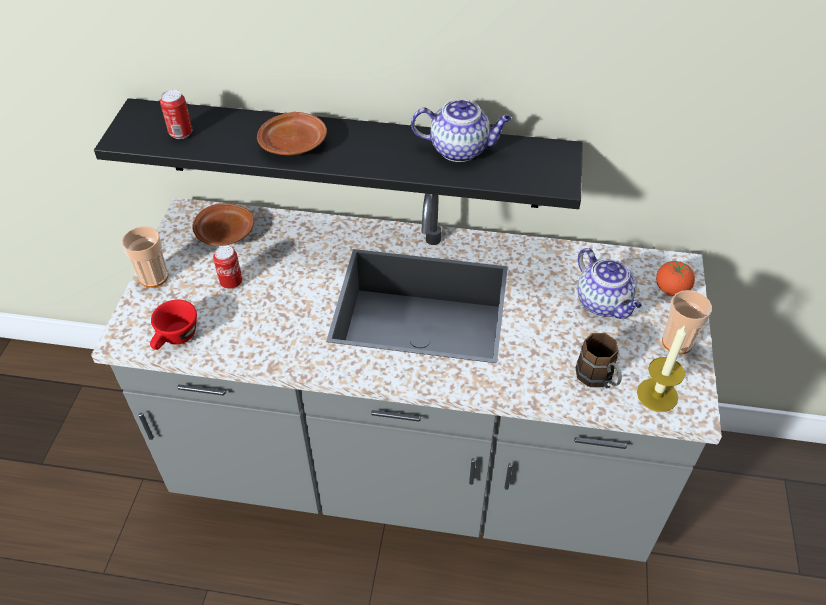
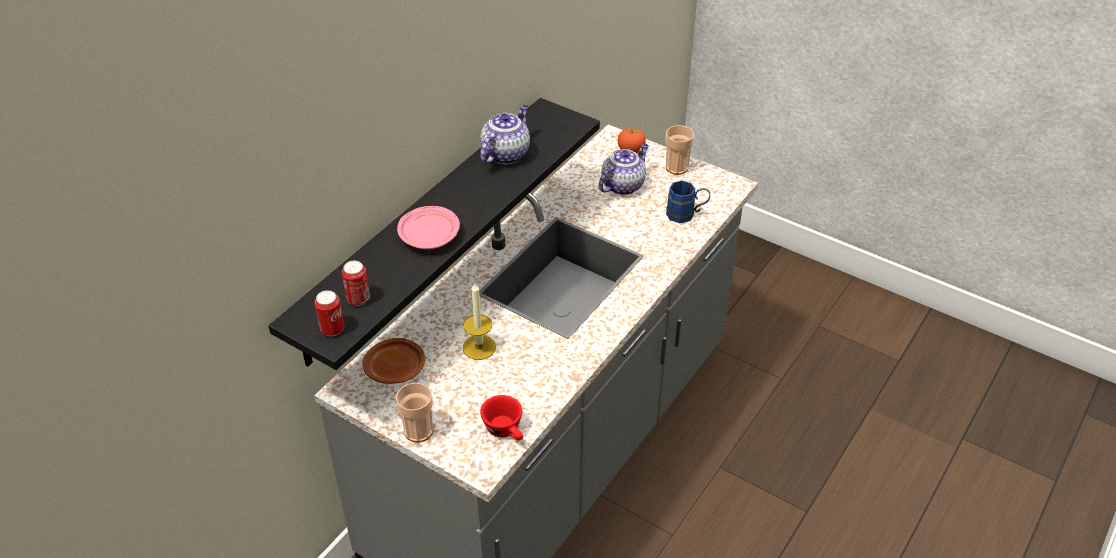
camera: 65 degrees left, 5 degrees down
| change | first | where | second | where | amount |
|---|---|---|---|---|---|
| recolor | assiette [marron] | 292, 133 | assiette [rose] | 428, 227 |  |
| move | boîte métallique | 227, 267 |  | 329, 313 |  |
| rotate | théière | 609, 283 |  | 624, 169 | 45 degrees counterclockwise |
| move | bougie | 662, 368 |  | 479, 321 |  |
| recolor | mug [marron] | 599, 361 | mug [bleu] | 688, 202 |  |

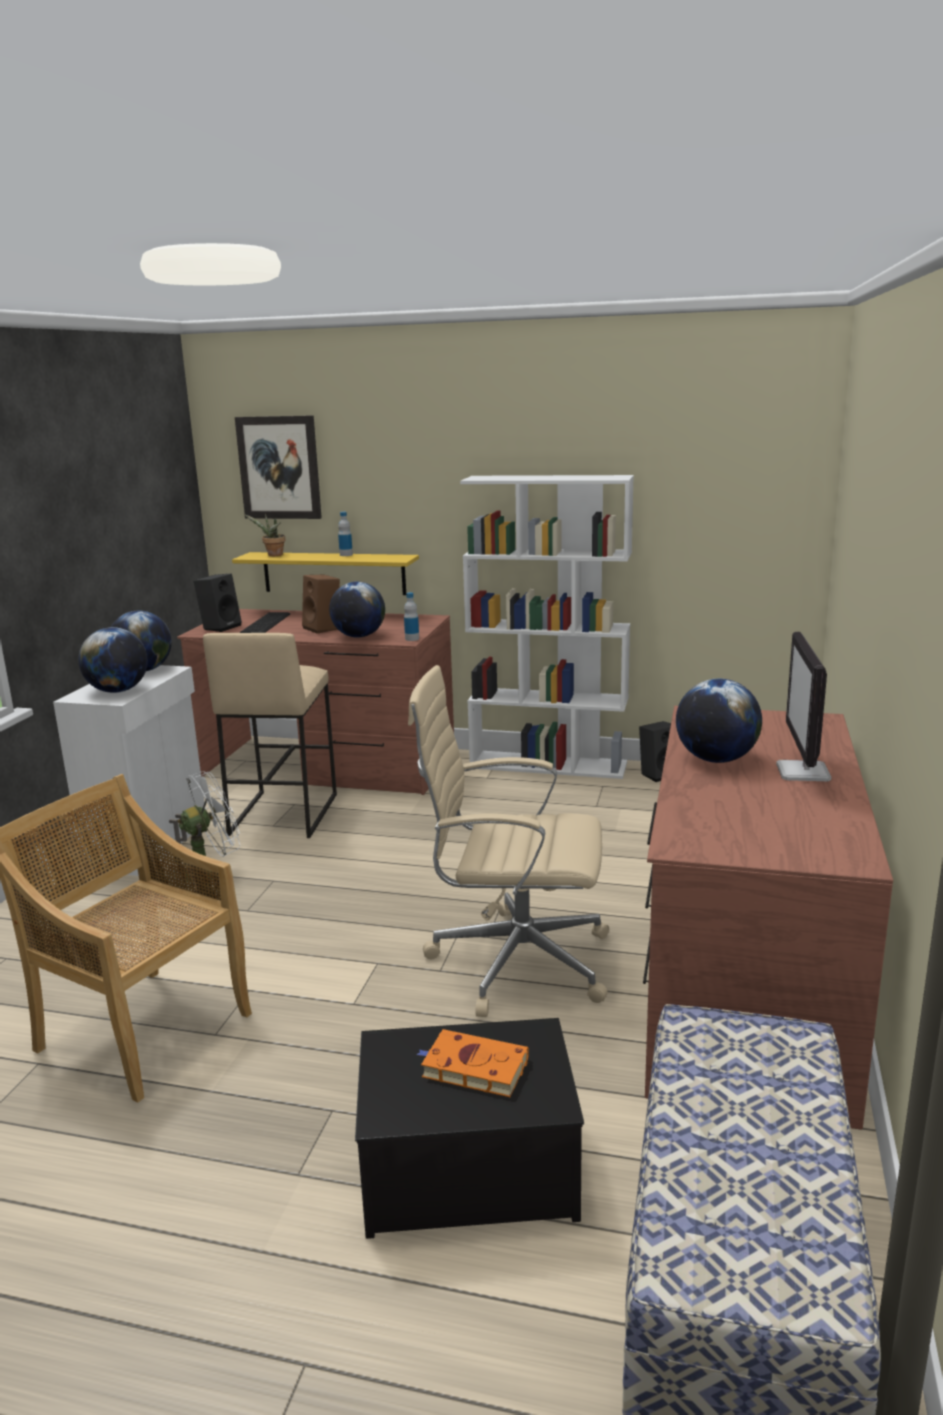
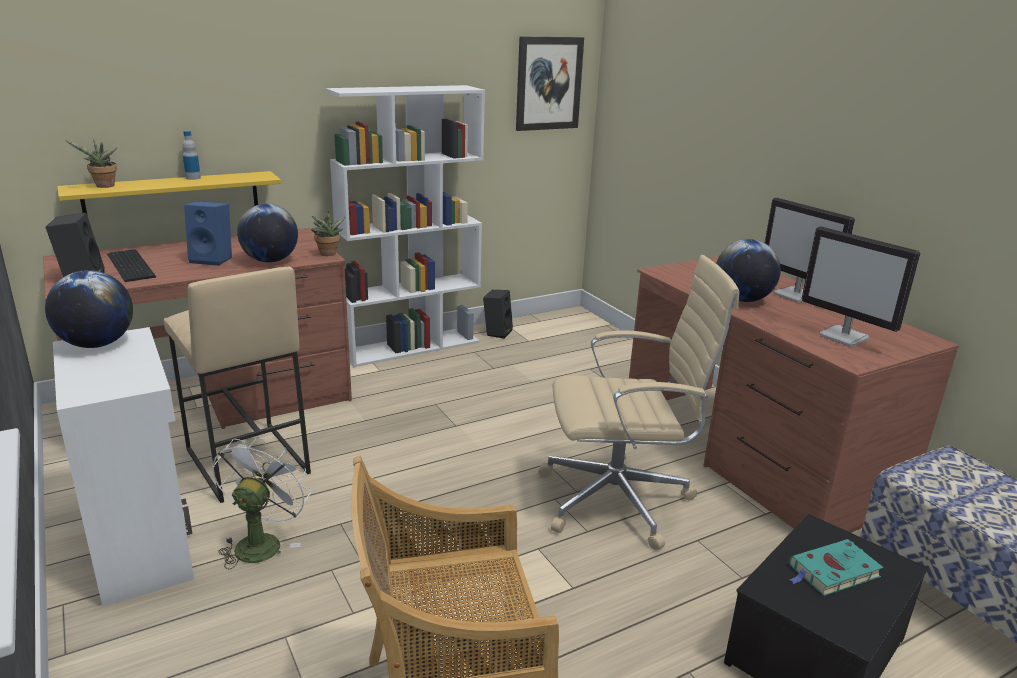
camera: 45 degrees left, 5 degrees up
| change | first | where | second | where | amount |
|---|---|---|---|---|---|
| move | tableau | 278, 467 |  | 550, 84 |  |
| recolor | enceinte [marron] | 321, 604 | enceinte [bleu] | 208, 233 |  |
| replace | bouteille | 411, 616 | plante en pot | 328, 233 |  |
| delete | globe | 113, 660 |  |  |  |
| rotate | chaise de bureau [beige] | 508, 841 |  | 639, 402 | 150 degrees counterclockwise |
| recolor | livre [orange] | 472, 1063 | livre [turquoise] | 836, 567 |  |
| insert |  |  | écran d'ordinateur | 861, 286 |  |

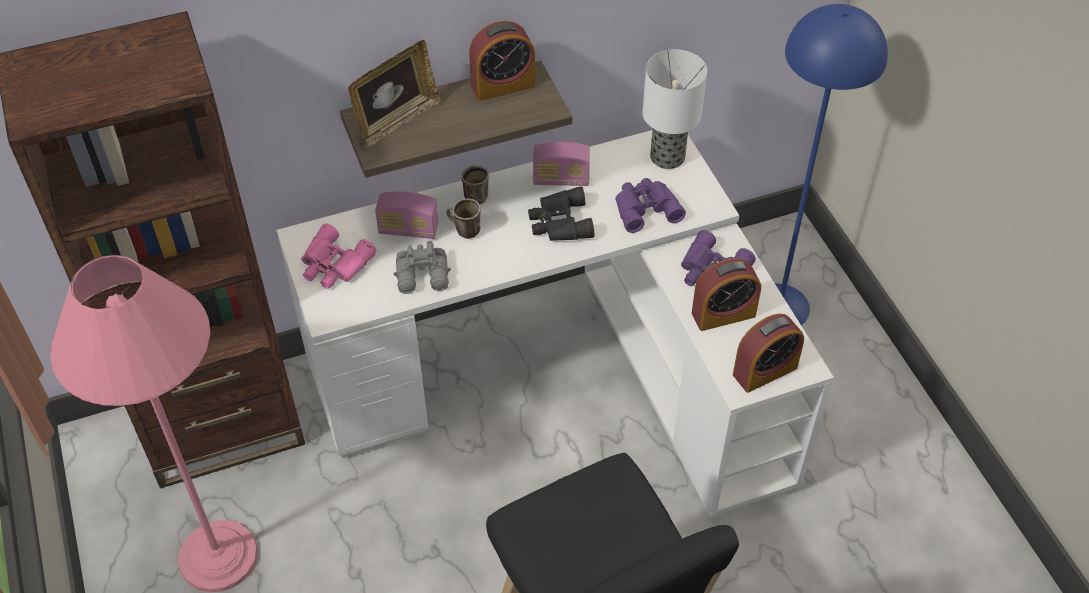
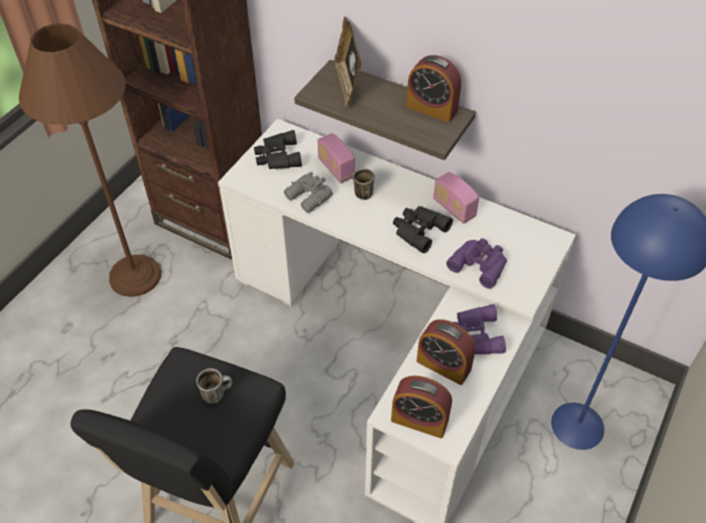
camera: 50 degrees right, 0 degrees up
| change | first | where | second | where | amount |
|---|---|---|---|---|---|
| rotate | cadre photo | 394, 94 |  | 348, 62 | 75 degrees clockwise |
| delete | lampe de table | 675, 109 |  |  |  |
| move | mug | 475, 184 |  | 214, 386 |  |
| recolor | jumelles [rose] | 339, 256 | jumelles [noir] | 278, 149 |  |
| recolor | lampadaire [rose] | 154, 423 | lampadaire [marron] | 90, 160 |  |

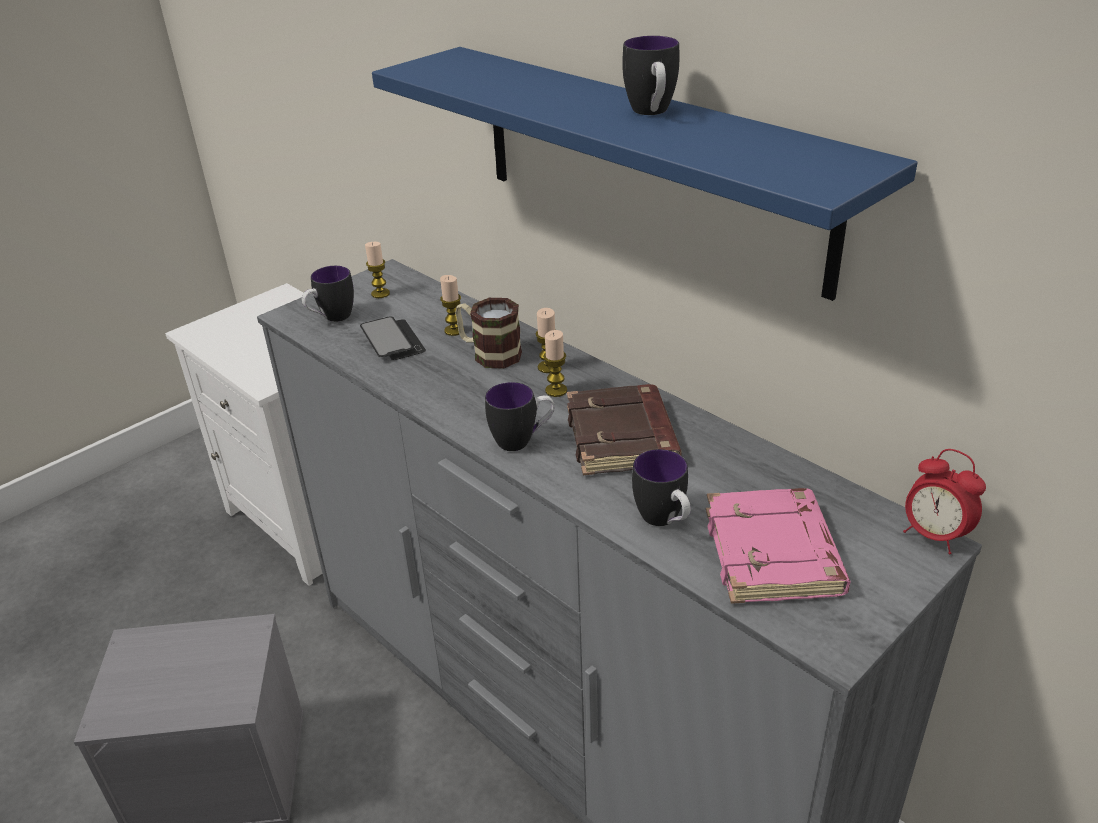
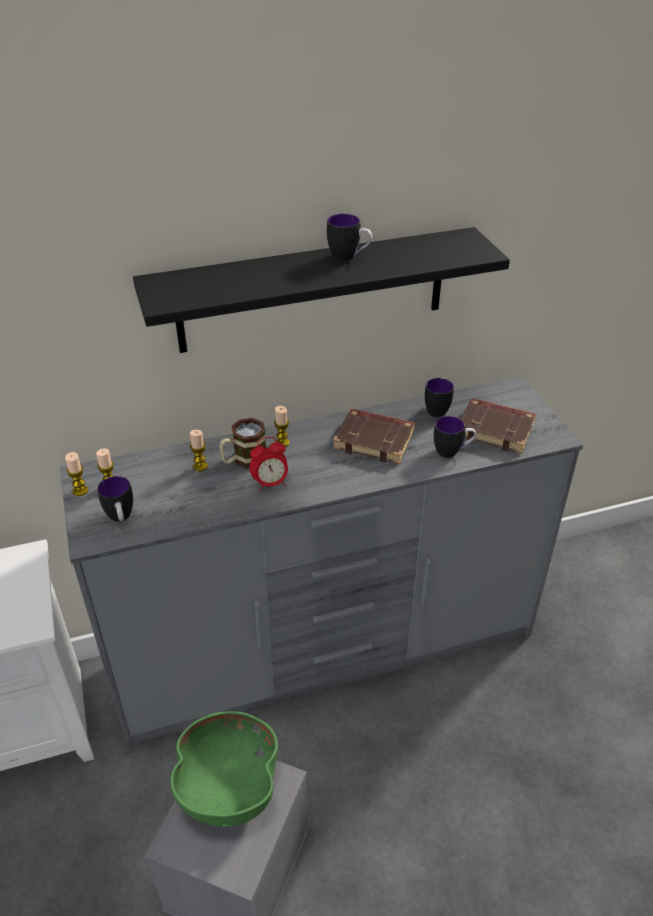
camera: 65 degrees left, 5 degrees up
| change | first | where | second | where | amount |
|---|---|---|---|---|---|
| recolor | étagère [bleu] | 644, 174 | étagère [noir] | 321, 290 |  |
| delete | téléphone | 393, 338 |  |  |  |
| move | bougie | 555, 363 |  | 76, 474 |  |
| move | mug | 520, 416 |  | 439, 398 |  |
| move | réveil | 944, 501 |  | 268, 464 |  |
| recolor | livre [rose] | 778, 546 | livre [marron] | 498, 426 |  |
| insert |  |  | bol [vert] | 224, 769 |  |

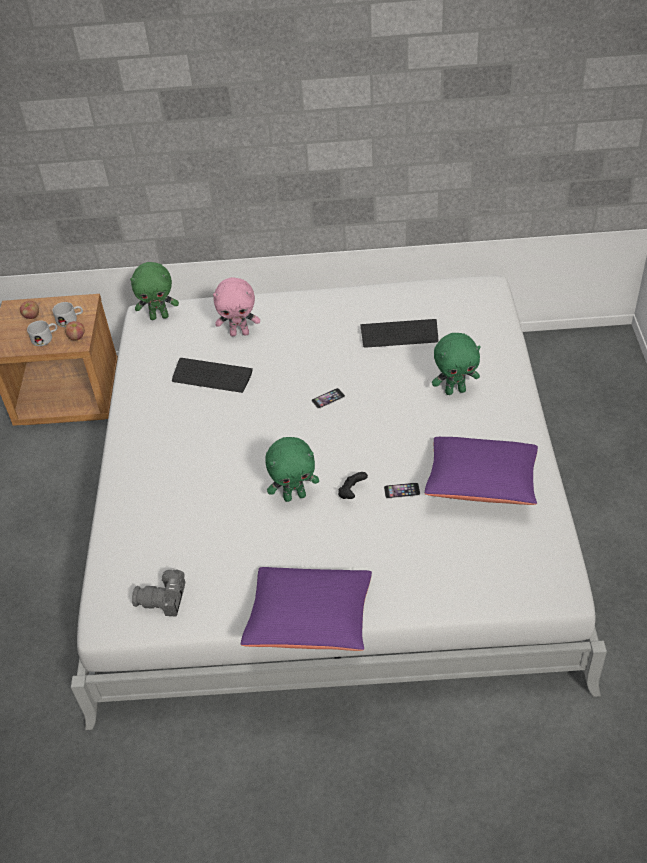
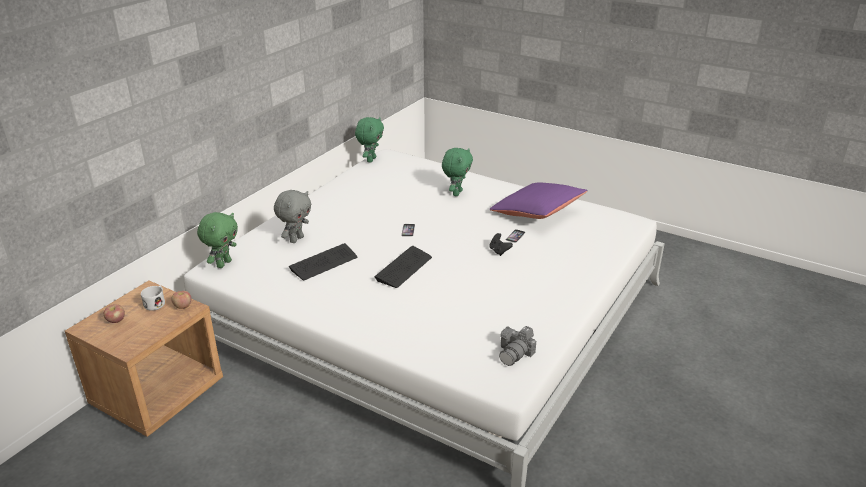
camera: 60 degrees left, 15 degrees down
| change | first | where | second | where | amount |
|---|---|---|---|---|---|
| recolor | peluche [rose] | 236, 306 | peluche [gris] | 293, 216 |  |
| move | clavier | 399, 333 |  | 403, 267 |  |
| delete | mug [blanc] | 42, 333 |  |  |  |
| move | peluche [vert] | 292, 469 |  | 369, 140 |  |
| delete | coussin [violet] | 306, 609 |  |  |  |

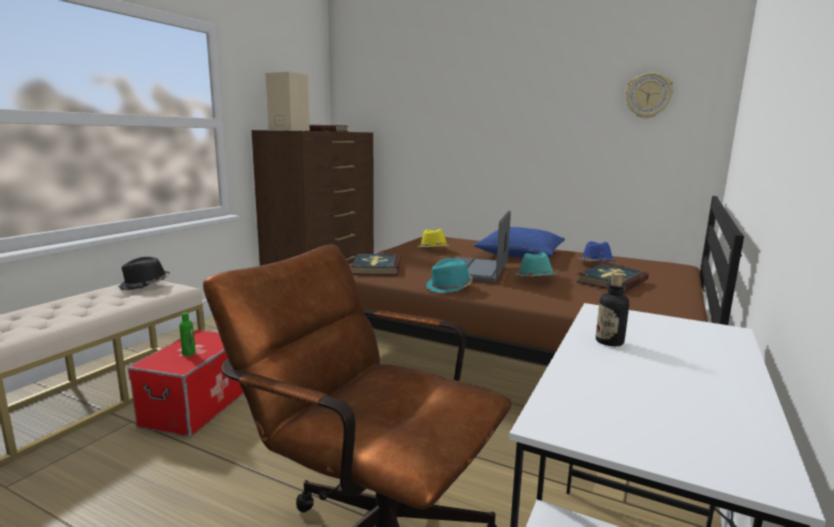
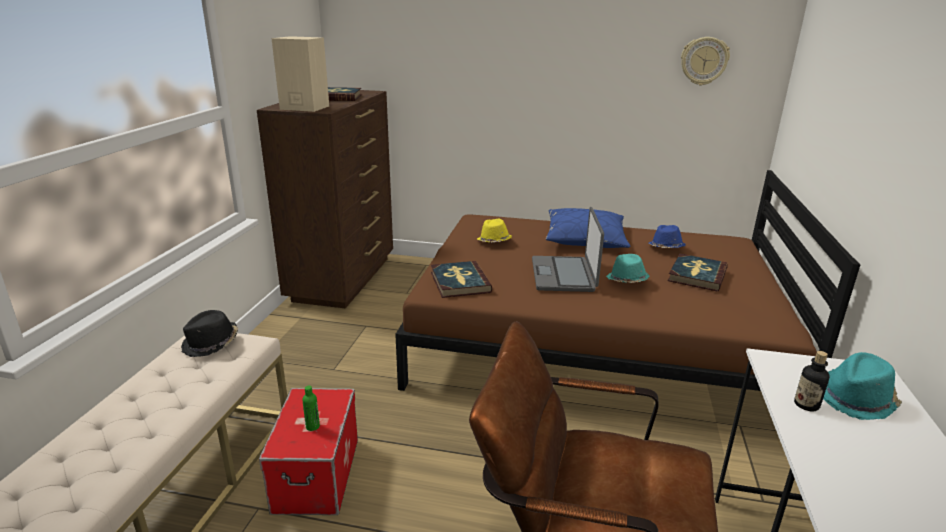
camera: 15 degrees left, 10 degrees up
| change | first | where | second | where | amount |
|---|---|---|---|---|---|
| move | chapeau [turquoise] | 449, 275 |  | 862, 386 |  |

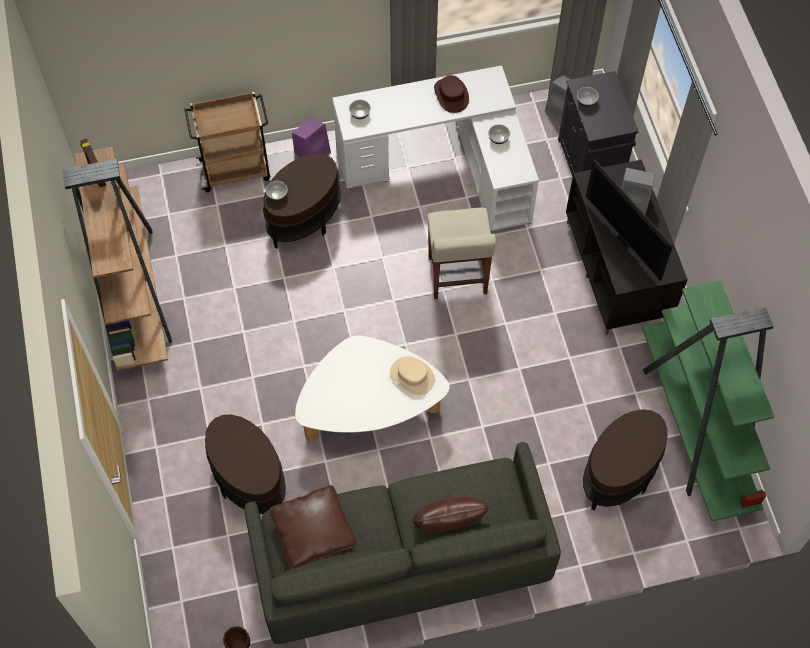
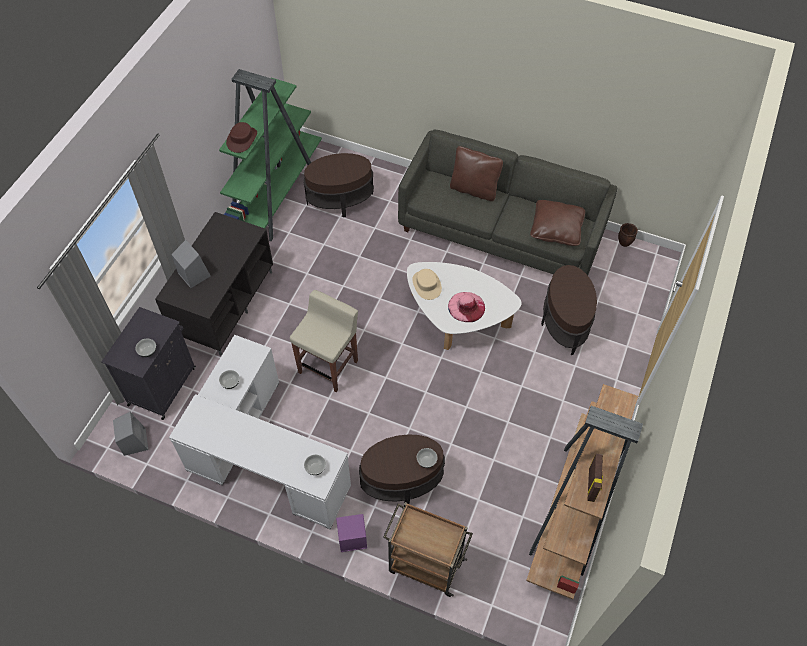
camera: 145 degrees left, 5 degrees down
| change | first | where | second | where | amount |
|---|---|---|---|---|---|
| move | chapeau [marron] | 451, 94 |  | 241, 137 |  |
| delete | téléviseur | 629, 220 |  |  |  |
| insert |  |  | chapeau [rose] | 466, 307 |  |

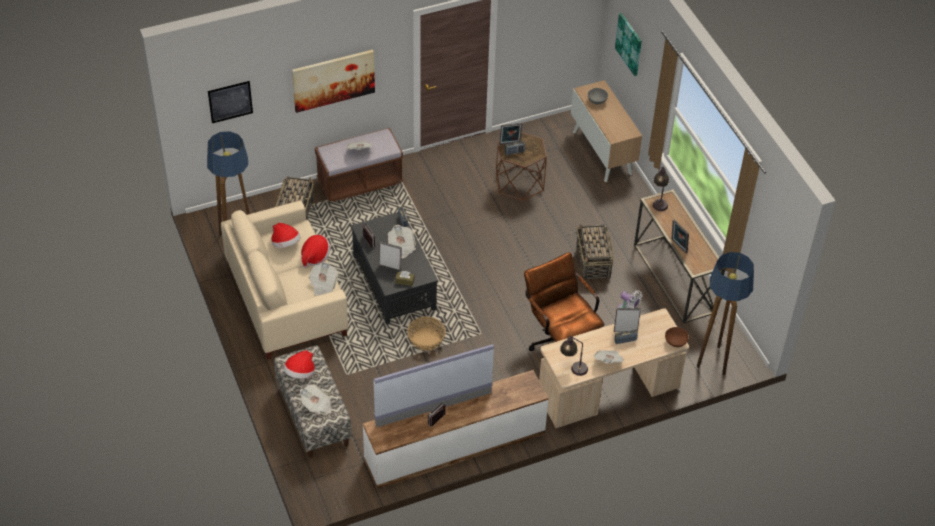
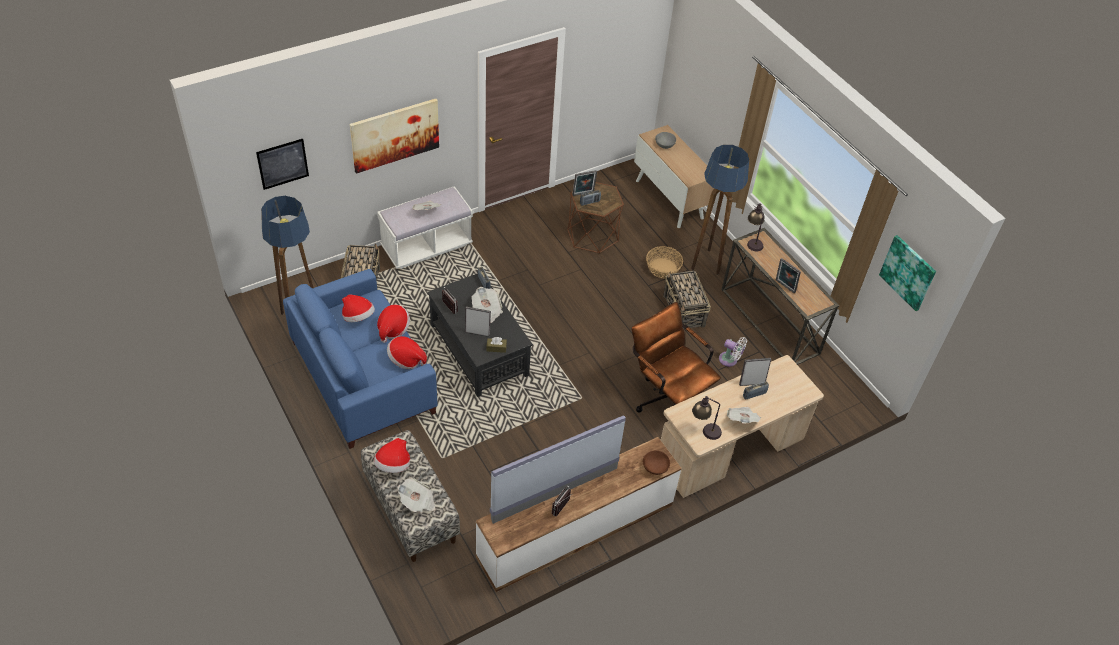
camera: 10 degrees left, 0 degrees up
| change | first | where | second | where | amount |
|---|---|---|---|---|---|
| move | tableau | 628, 44 |  | 907, 273 |  |
| recolor | banc [marron] | 359, 165 | banc [blanc] | 425, 227 |  |
| recolor | canapé [beige] | 284, 280 | canapé [bleu] | 360, 359 |  |
| move | lampadaire | 725, 313 |  | 720, 210 |  |
| replace | journal | 323, 279 | chapeau | 407, 352 |  |
| move | panier | 426, 334 |  | 664, 262 |  |
| move | bol [marron] | 677, 337 |  | 656, 462 |  |

